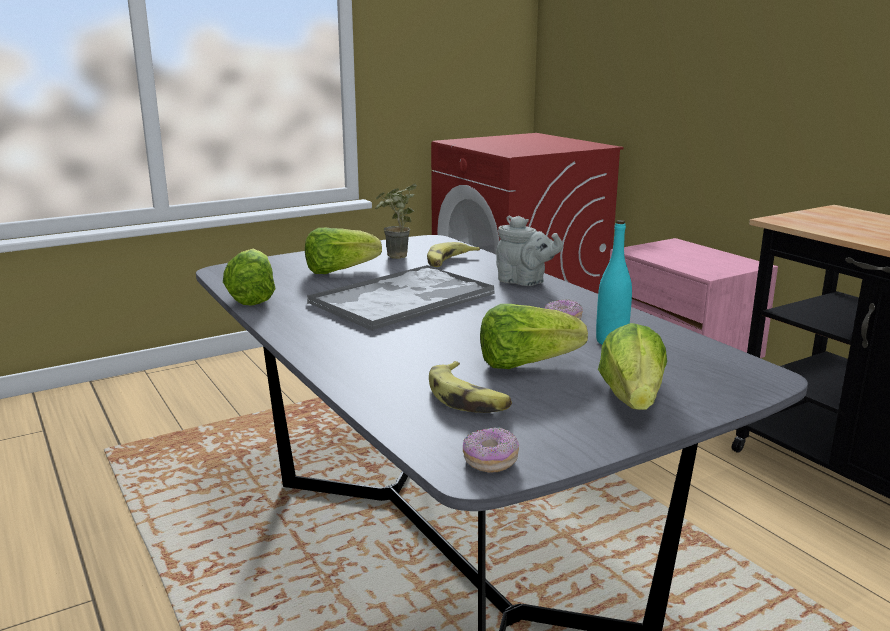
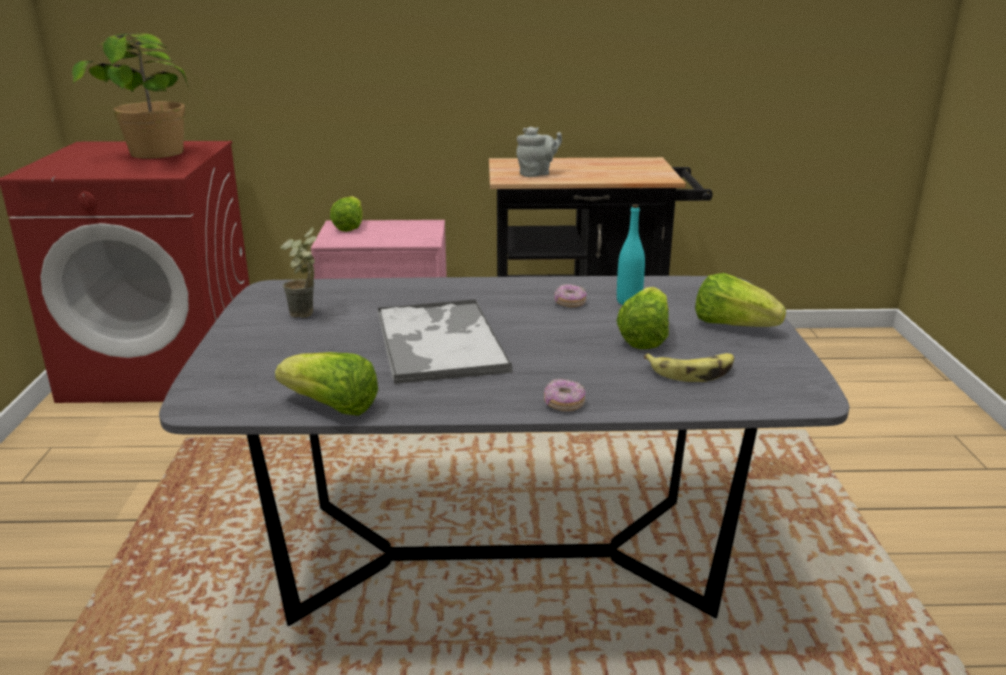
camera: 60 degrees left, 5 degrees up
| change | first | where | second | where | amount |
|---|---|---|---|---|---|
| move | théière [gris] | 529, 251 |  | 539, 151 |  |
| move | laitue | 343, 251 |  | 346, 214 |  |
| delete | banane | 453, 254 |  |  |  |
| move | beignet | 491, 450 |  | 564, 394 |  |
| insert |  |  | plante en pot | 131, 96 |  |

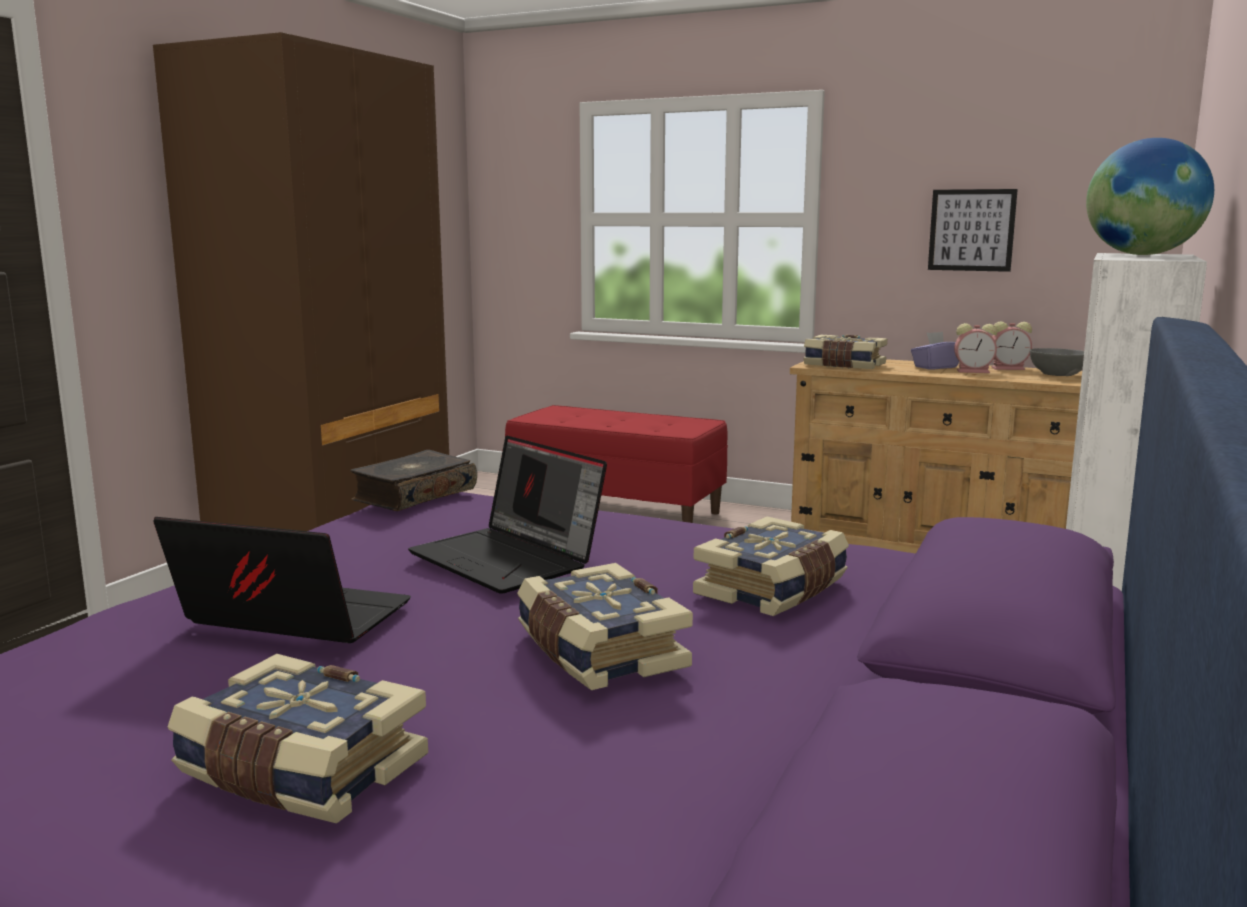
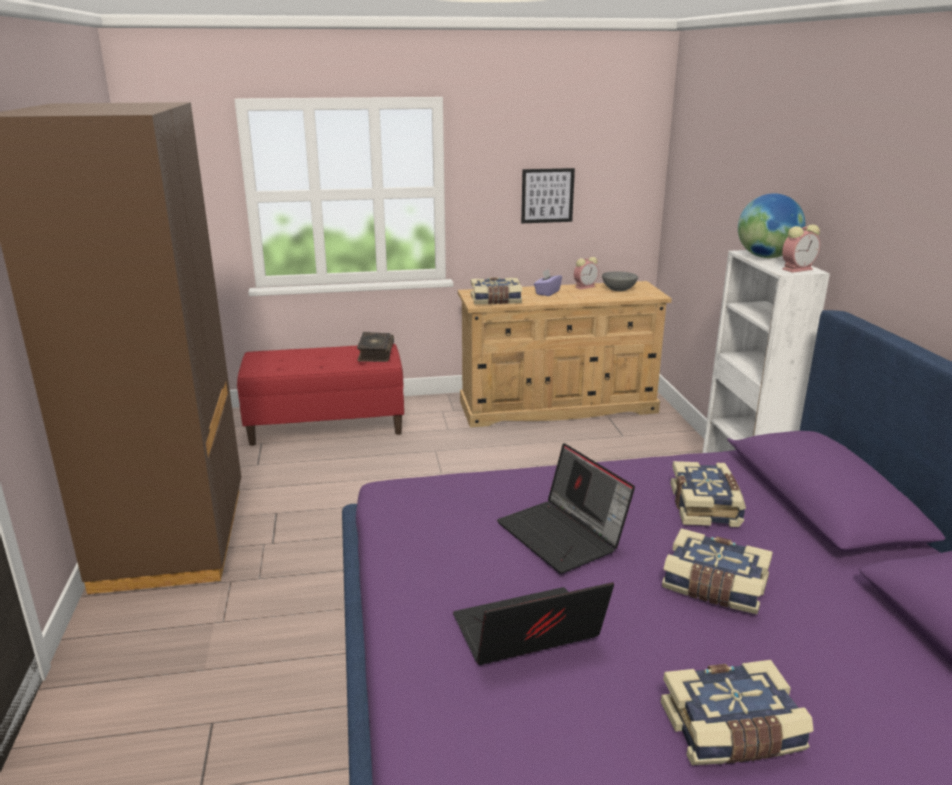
camera: 35 degrees left, 10 degrees up
| change | first | where | second | where | amount |
|---|---|---|---|---|---|
| move | réveil | 975, 348 |  | 801, 248 |  |
| rotate | ordinateur portable | 507, 515 |  | 566, 508 | 45 degrees clockwise |
| move | livre | 413, 480 |  | 375, 347 |  |

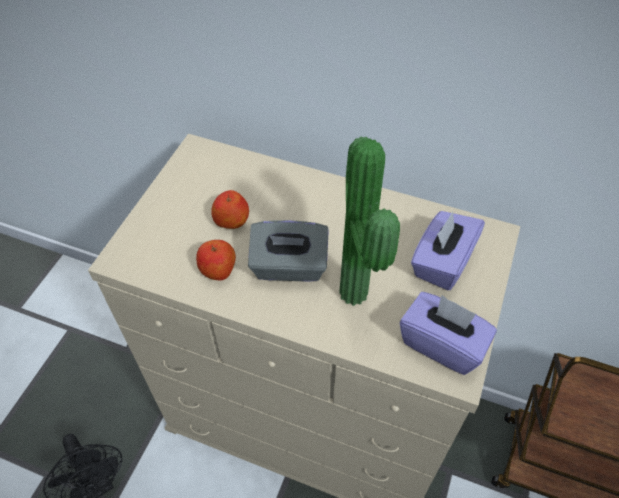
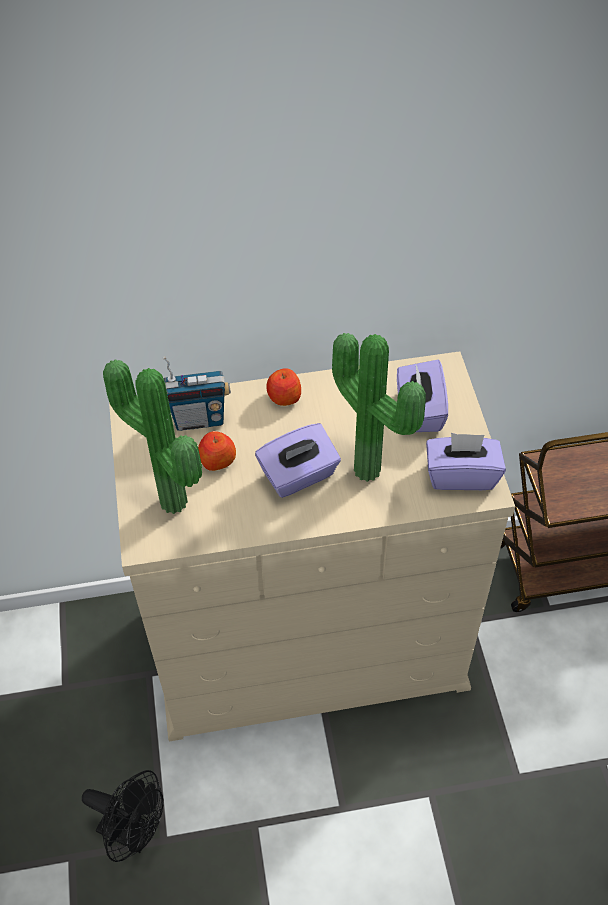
camera: 30 degrees left, 0 degrees up
| change | first | where | second | where | amount |
|---|---|---|---|---|---|
| recolor | boîte à mouchoirs [gris] | 288, 251 | boîte à mouchoirs [violet] | 298, 460 |  |
| move | pomme | 216, 260 |  | 283, 387 |  |
| insert |  |  | radio | 197, 393 |  |
| insert |  |  | plante en pot | 152, 436 |  |

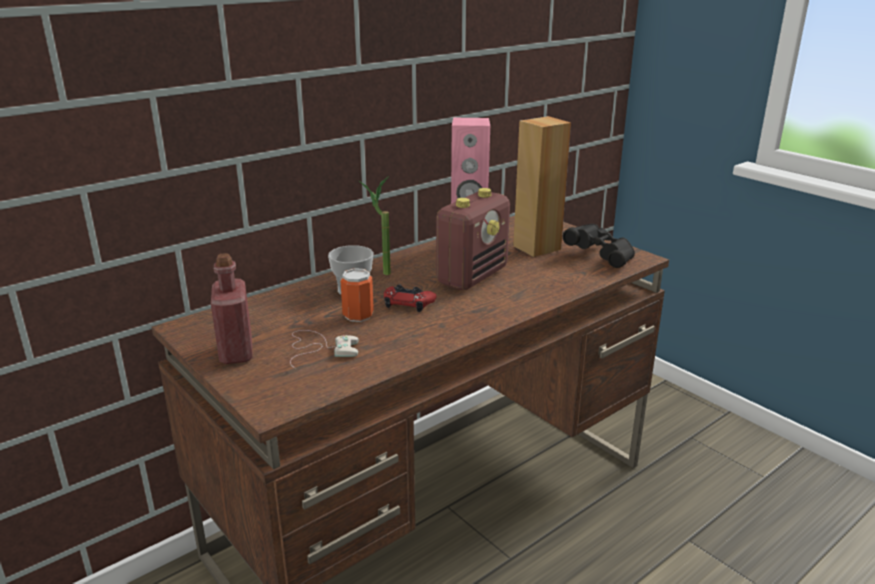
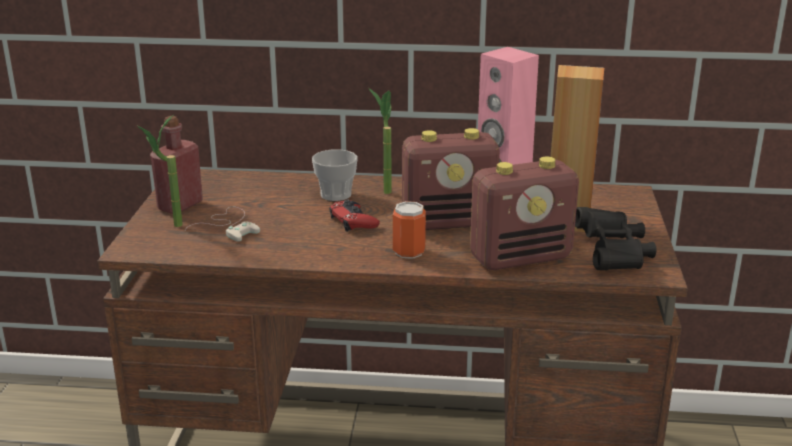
camera: 45 degrees right, 0 degrees up
| change | first | where | second | where | amount |
|---|---|---|---|---|---|
| move | boîte métallique | 357, 295 |  | 409, 230 |  |
| insert |  |  | plante en pot | 160, 171 |  |
| insert |  |  | radio | 524, 213 |  |

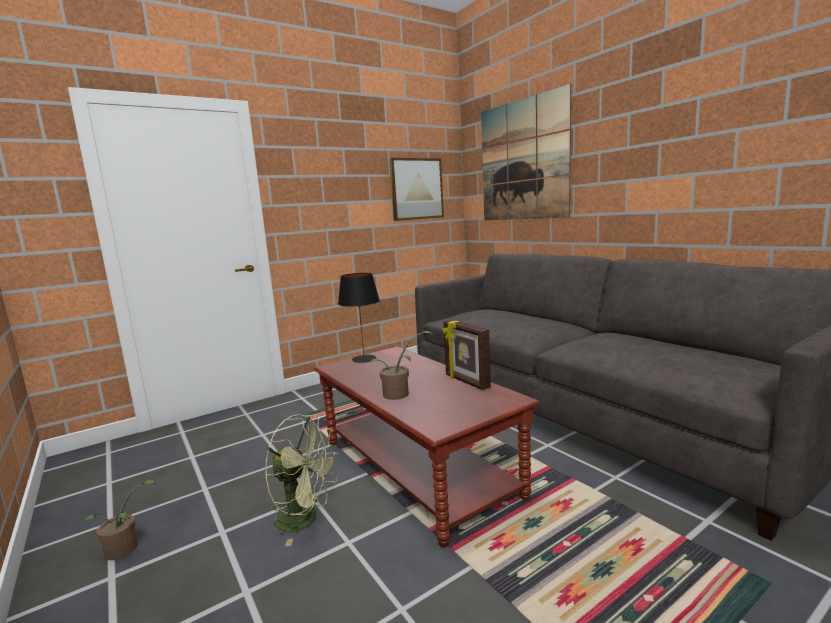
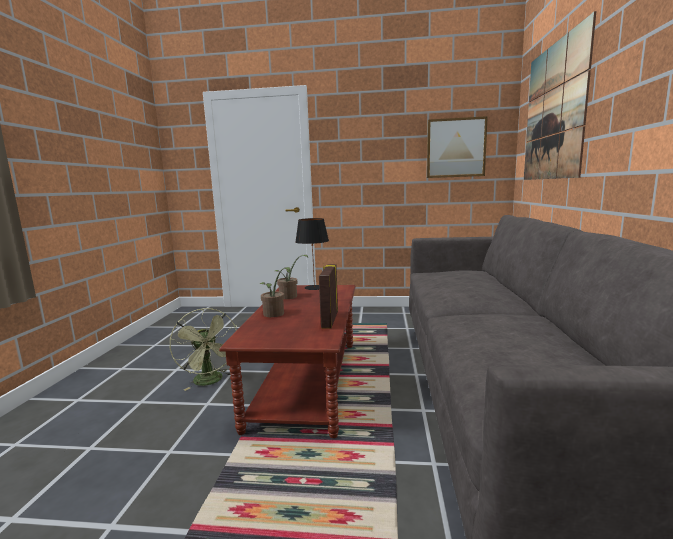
camera: 40 degrees right, 0 degrees up
| change | first | where | second | where | amount |
|---|---|---|---|---|---|
| move | plante en pot | 120, 519 |  | 292, 277 |  |

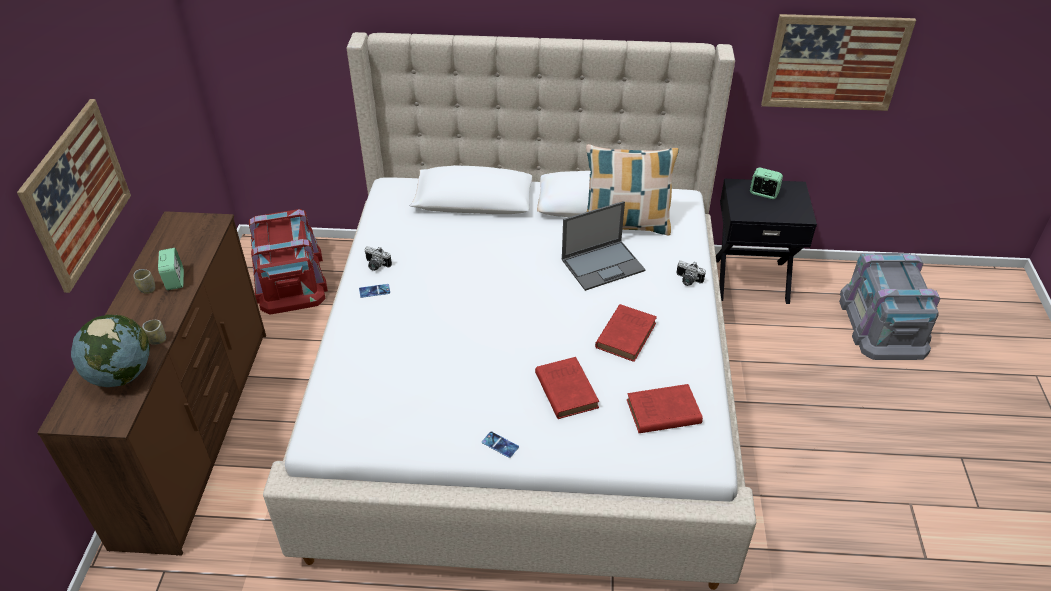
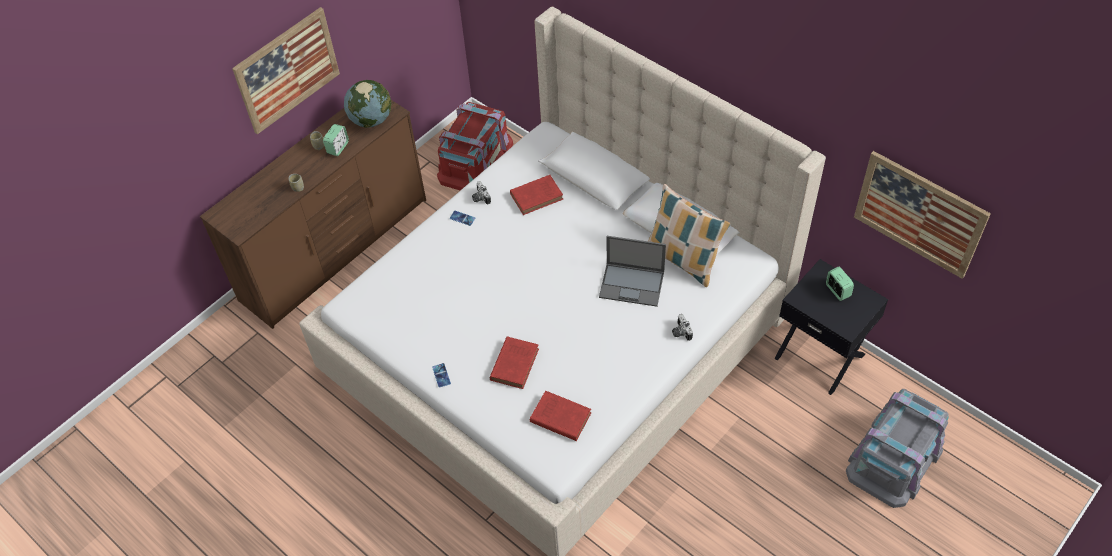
camera: 40 degrees right, 10 degrees up
| change | first | where | second | where | amount |
|---|---|---|---|---|---|
| move | livre [rouge] | 626, 333 |  | 536, 195 |  |
| move | globe | 110, 350 |  | 367, 104 |  |

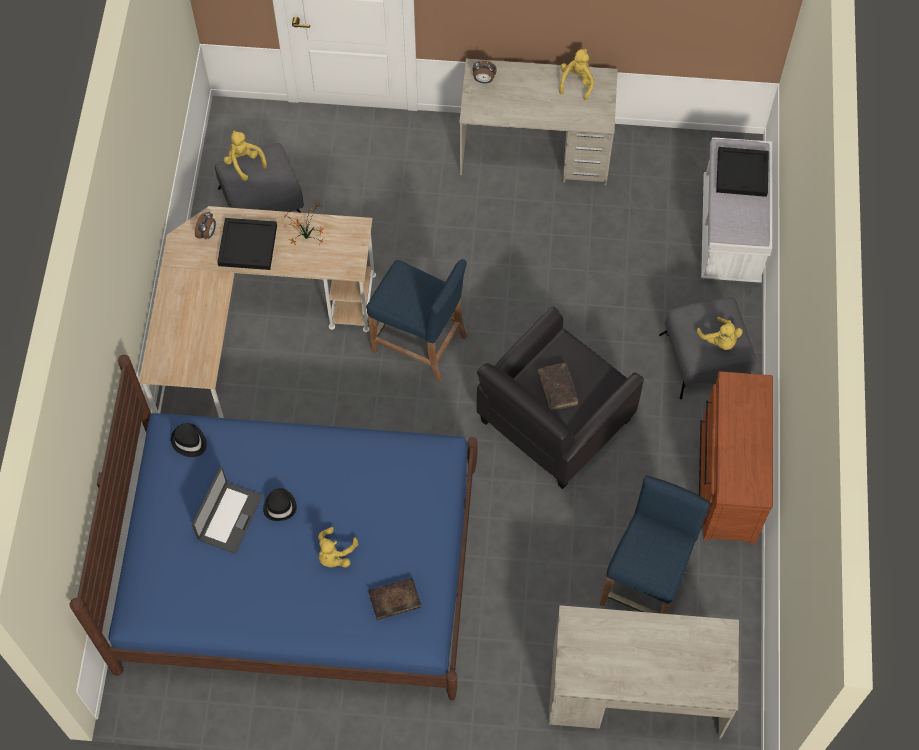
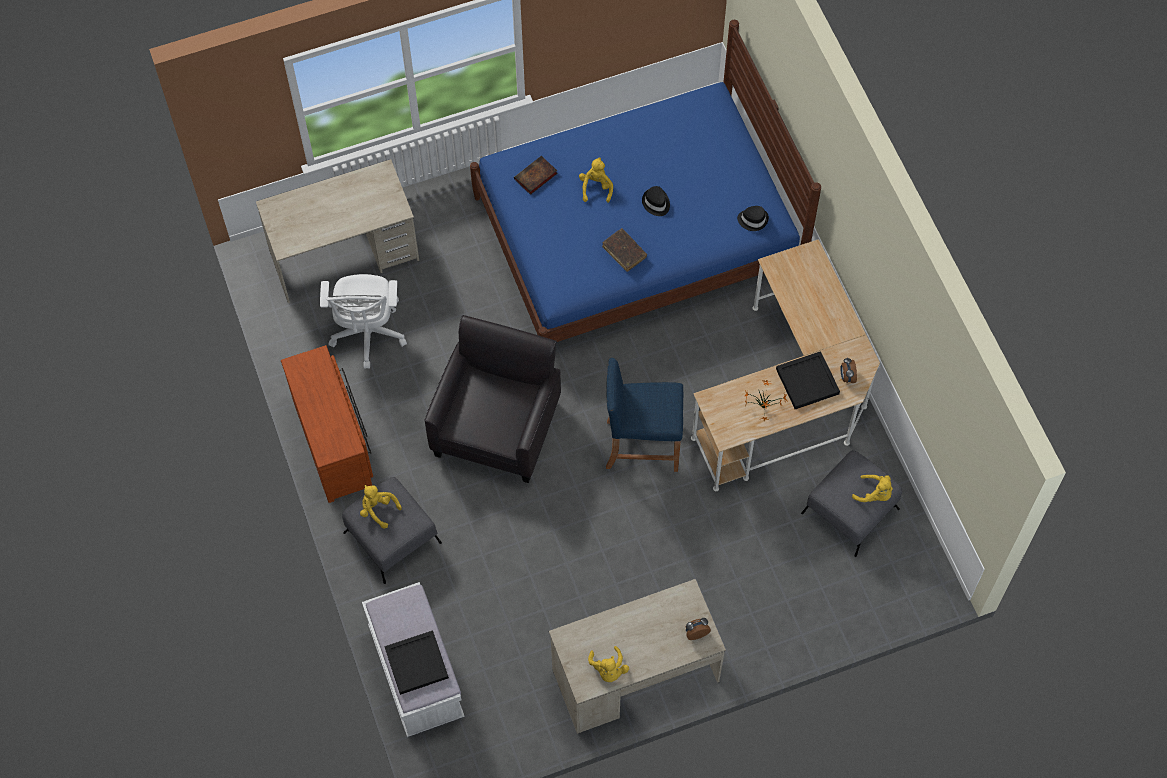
camera: 155 degrees right, 0 degrees up
| change | first | where | second | where | amount |
|---|---|---|---|---|---|
| move | livre [marron] | 557, 386 |  | 624, 250 |  |
| delete | ordinateur portable | 227, 510 |  |  |  |
| replace | tabouret [bleu] | 655, 545 | chaise de bureau [blanc] | 363, 321 |  |

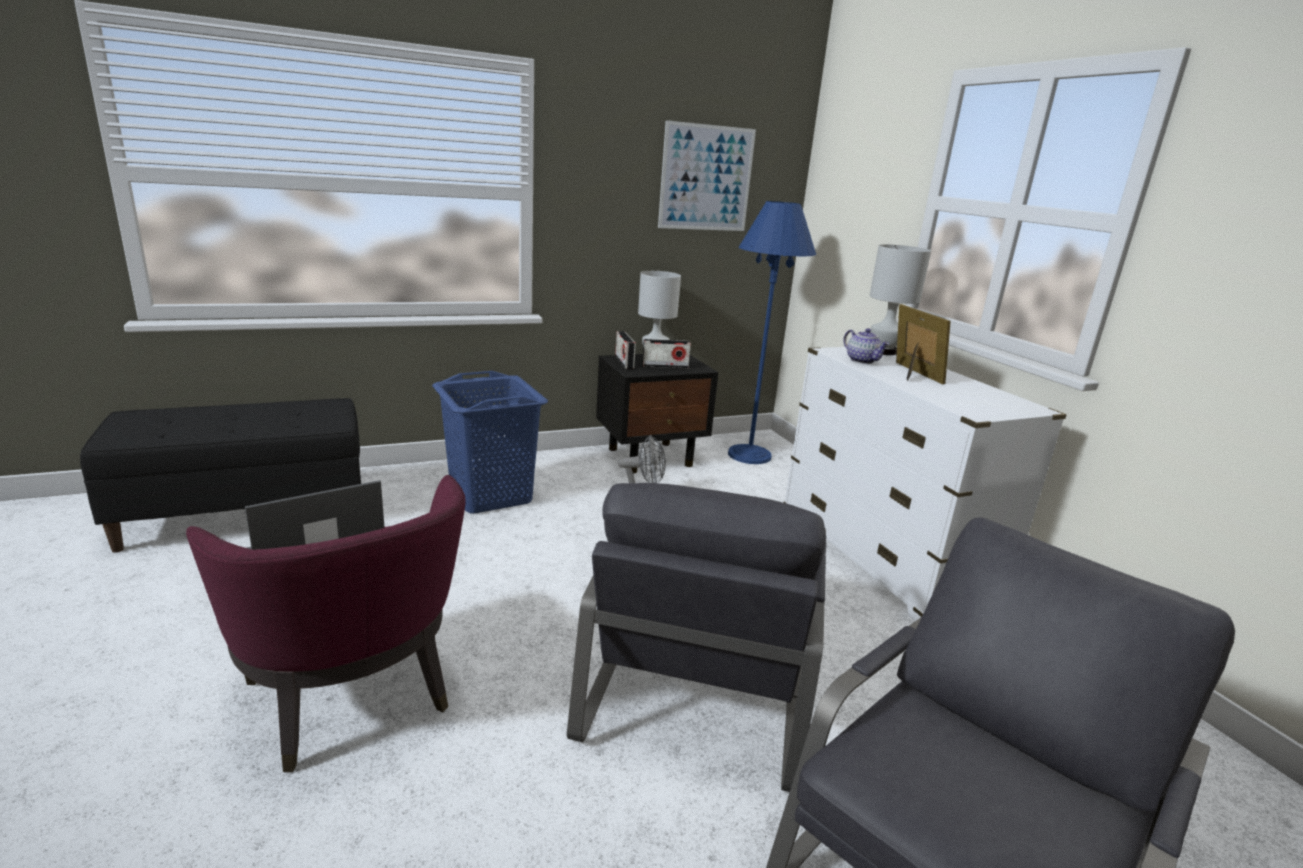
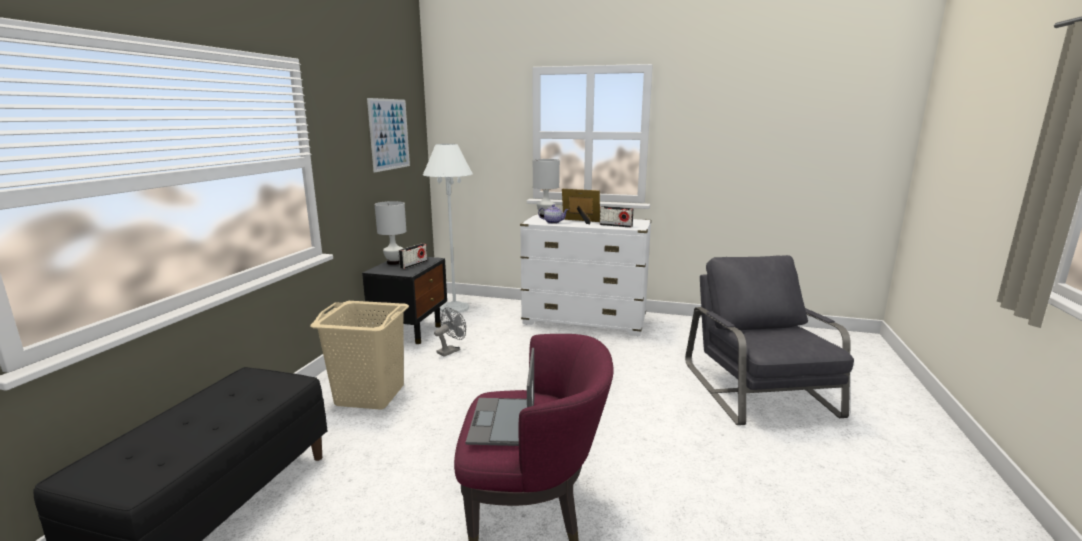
camera: 50 degrees left, 5 degrees down
| change | first | where | second | where | amount |
|---|---|---|---|---|---|
| recolor | lampadaire [bleu] | 772, 332 | lampadaire [blanc] | 448, 229 |  |
| move | radio | 625, 350 |  | 617, 217 |  |
| recolor | panier à linge [bleu] | 490, 442 | panier à linge [beige] | 359, 355 |  |
| delete | fauteuil [gris] | 696, 637 |  |  |  |

